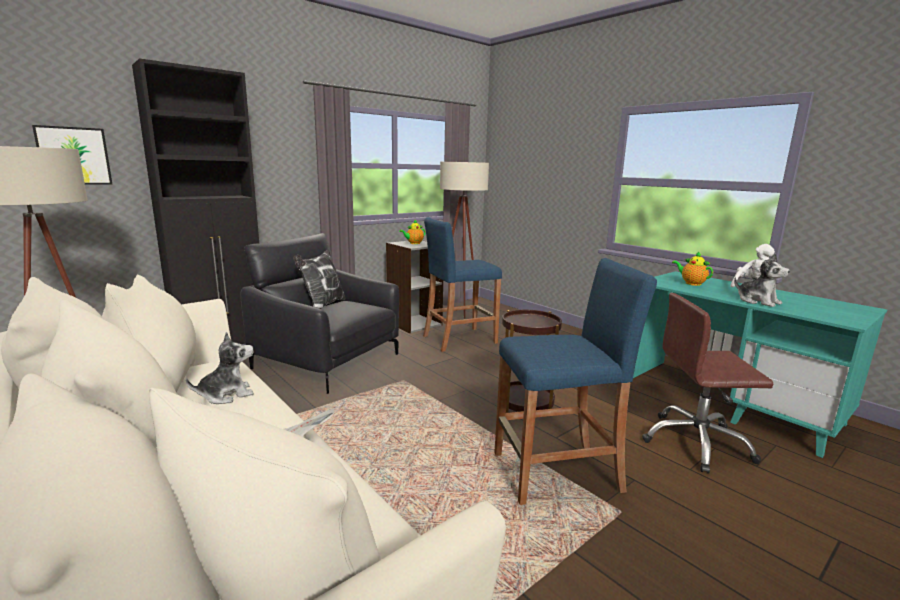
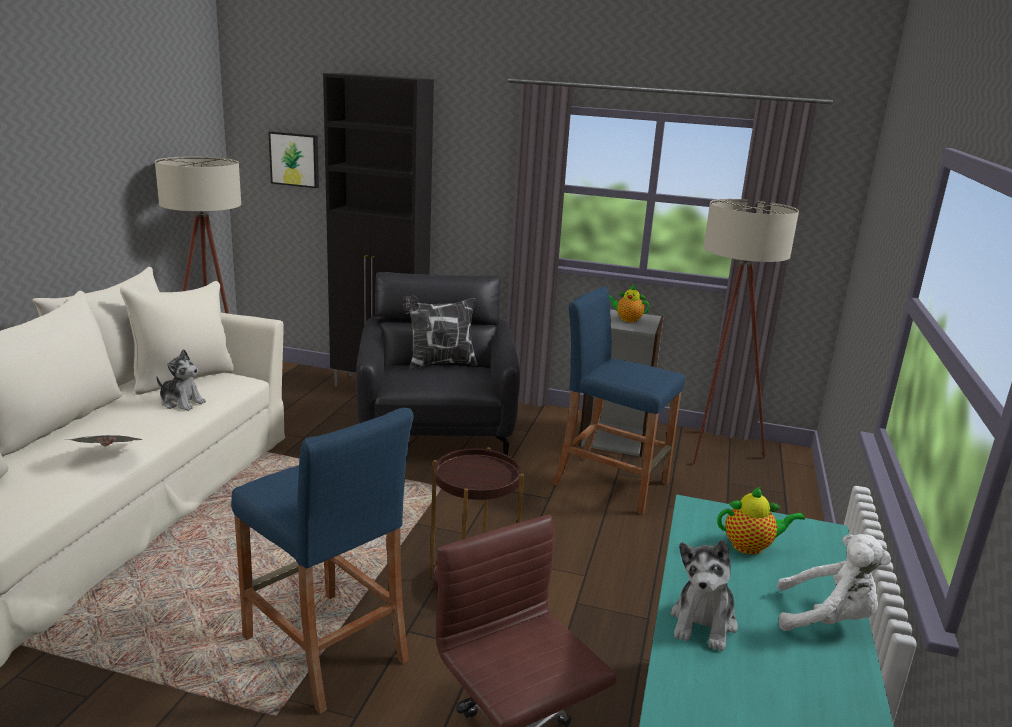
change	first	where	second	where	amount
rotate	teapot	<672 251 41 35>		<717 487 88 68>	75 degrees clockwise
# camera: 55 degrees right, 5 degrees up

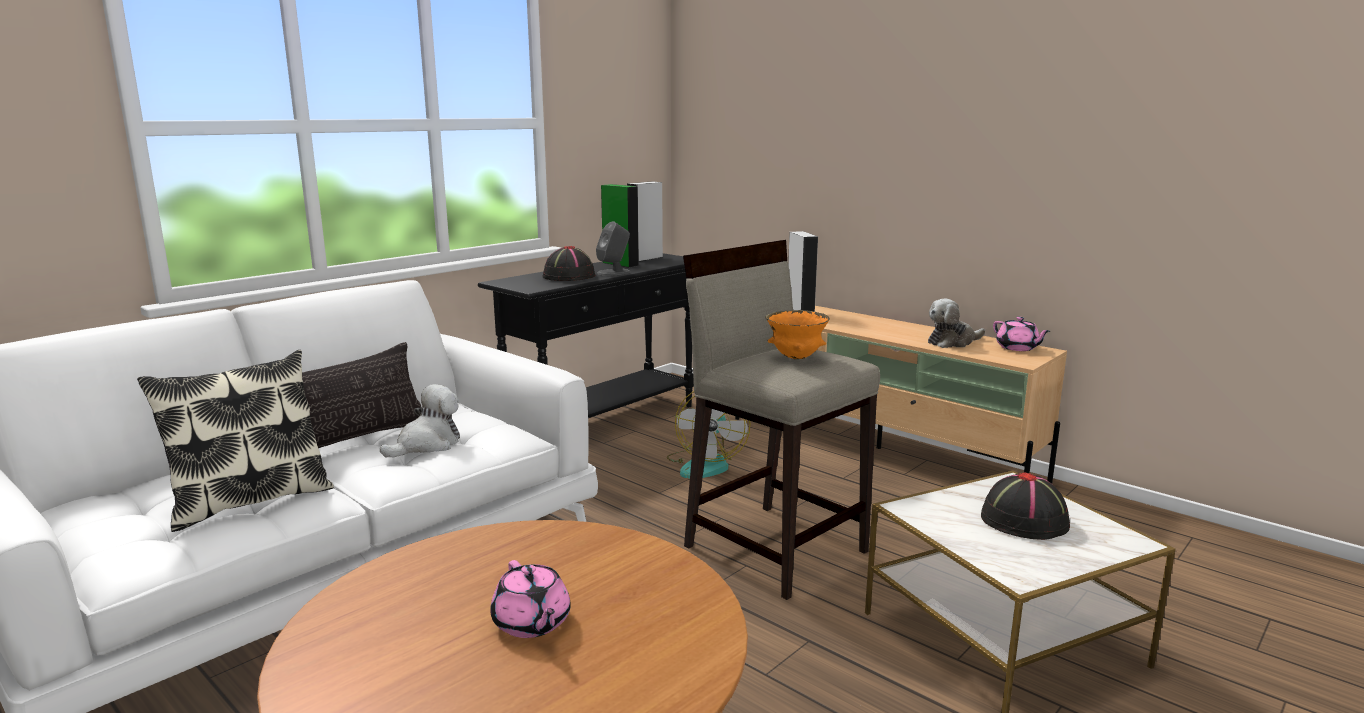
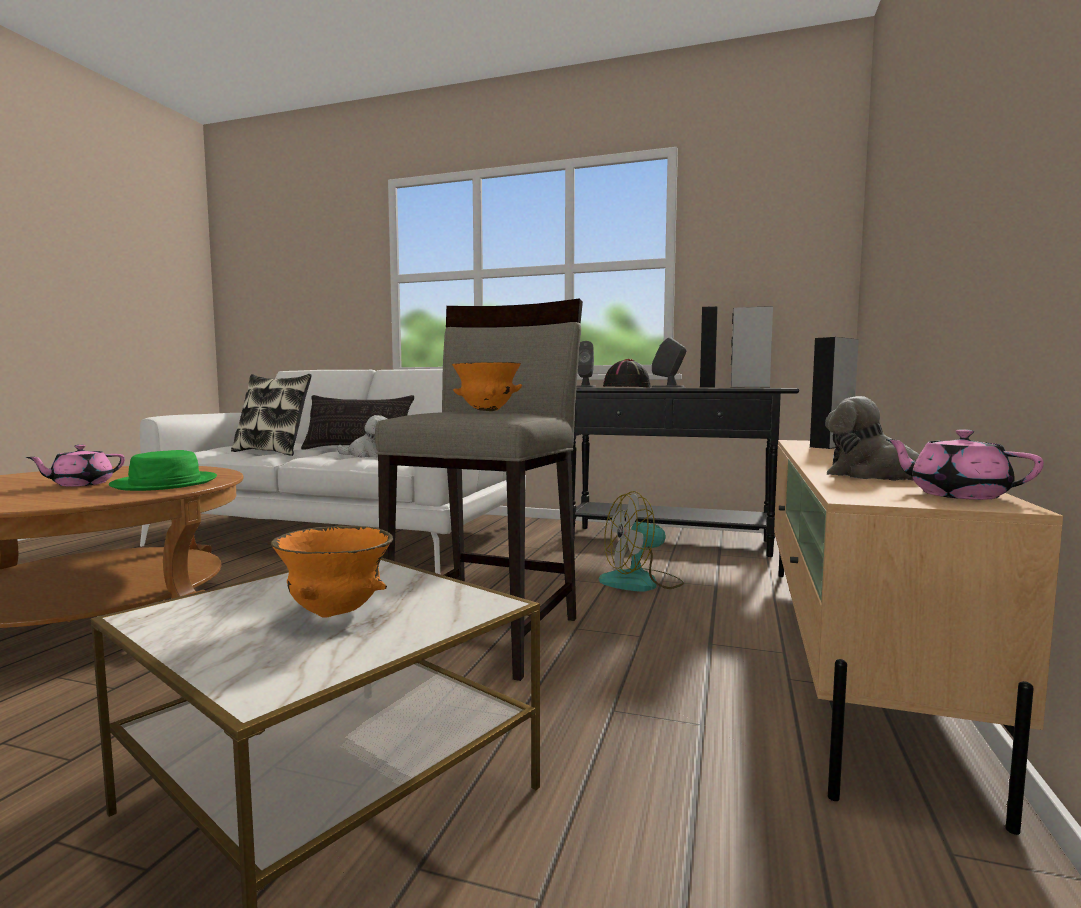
change	first	where	second	where	amount
rotate	teapot (pink)	<993 317 57 34>		<885 429 159 71>	105 degrees clockwise
replace	wearable hat (black-coloured)	<981 472 89 68>	bowl (orangey)	<271 526 122 92>	
insert			speaker (grey)	<577 341 19 47>	
insert			wearable hat (greenish)	<109 450 108 41>	
# camera: 65 degrees right, 10 degrees down

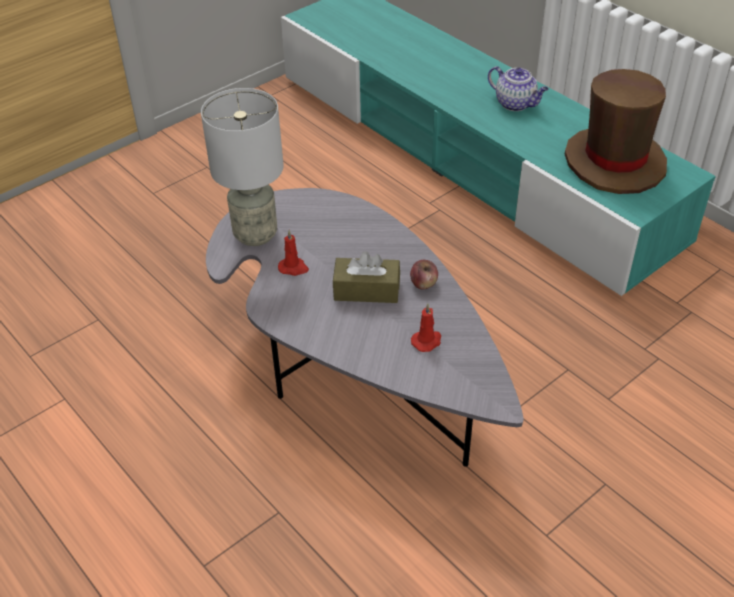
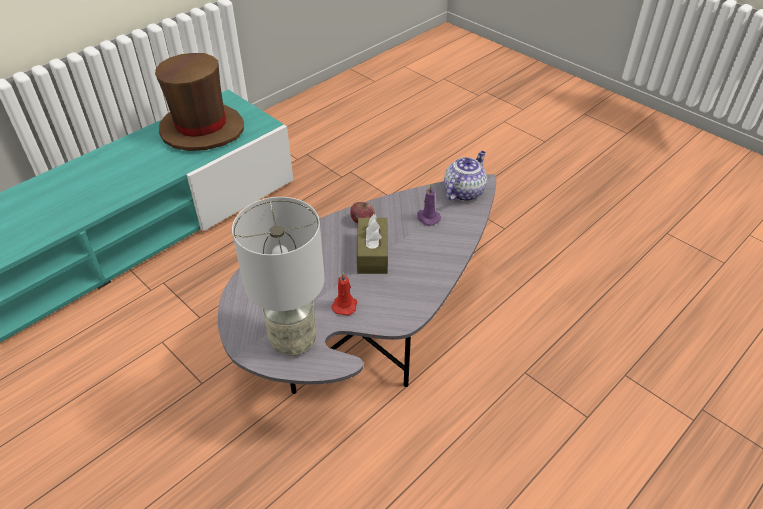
change	first	where	second	where	amount
move	teapot	<488 66 61 45>		<444 151 43 50>	
recolor	candle (red)	<411 304 30 48>	candle (purple-coloured)	<417 185 24 41>	
# camera: 95 degrees left, 0 degrees up

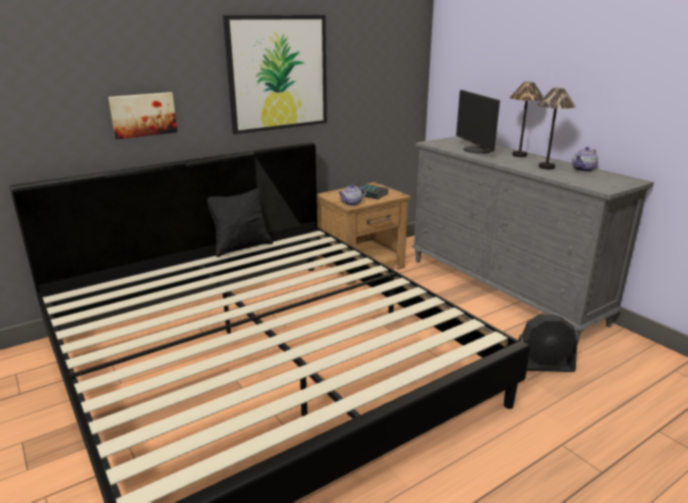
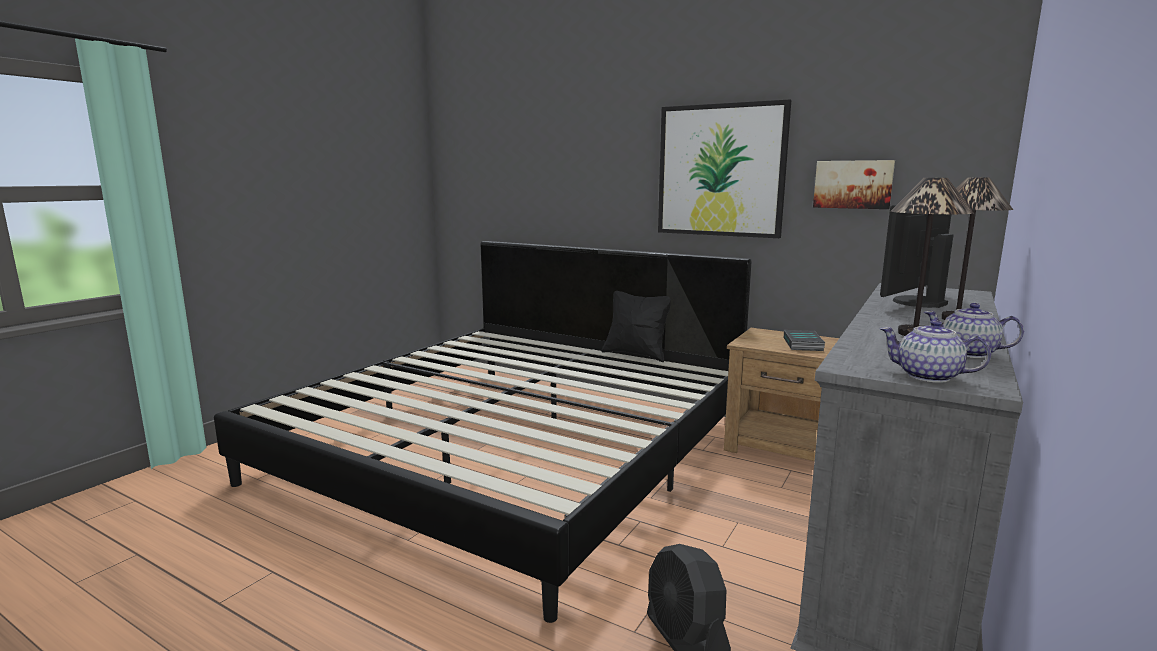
change	first	where	second	where	amount
move	picture	<108 92 69 47>		<813 160 82 49>	
move	teapot	<338 184 28 22>		<880 320 111 63>	
# camera: 65 degrees right, 10 degrees down

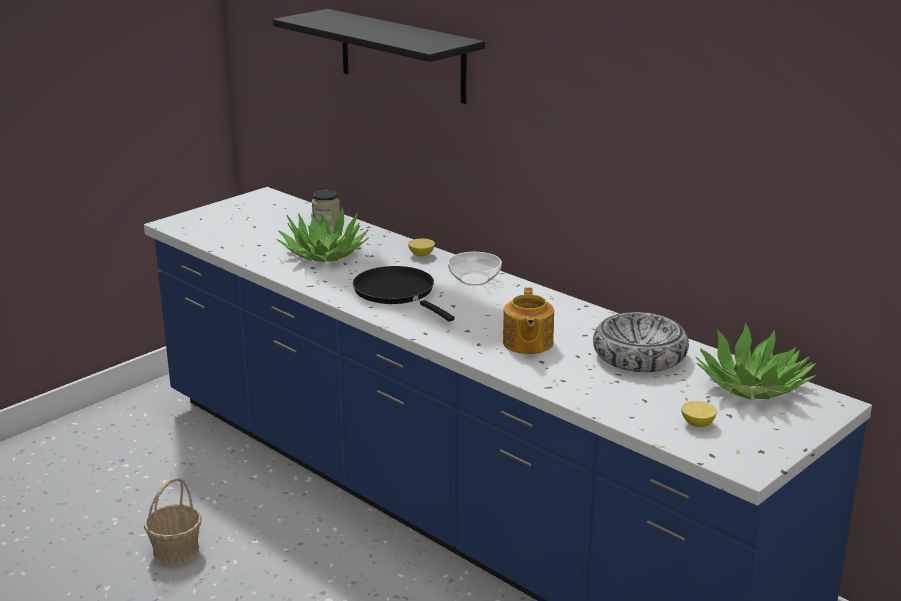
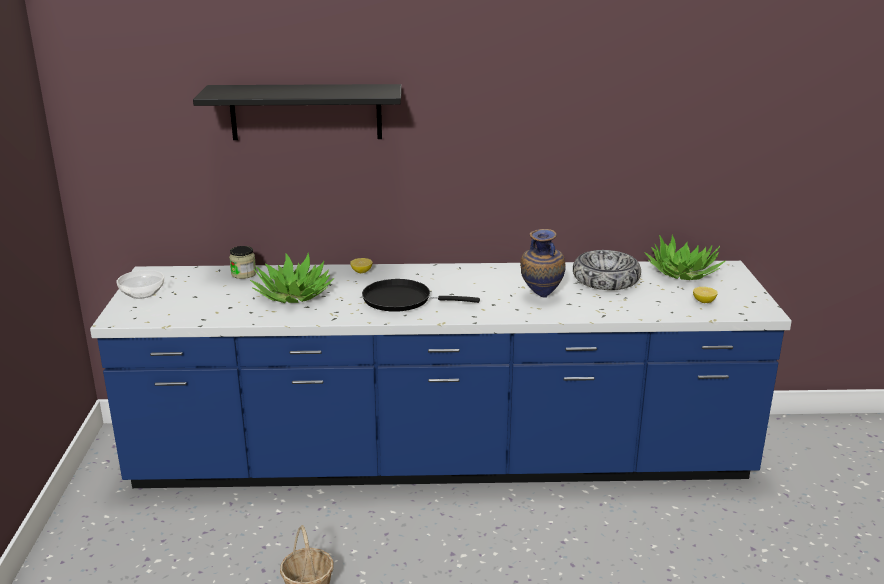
change	first	where	second	where	amount
move	bowl	<448 252 54 34>		<117 270 47 29>	
replace	teapot	<503 287 51 67>	vase	<521 229 45 68>	
# camera: 45 degrees left, 0 degrees up

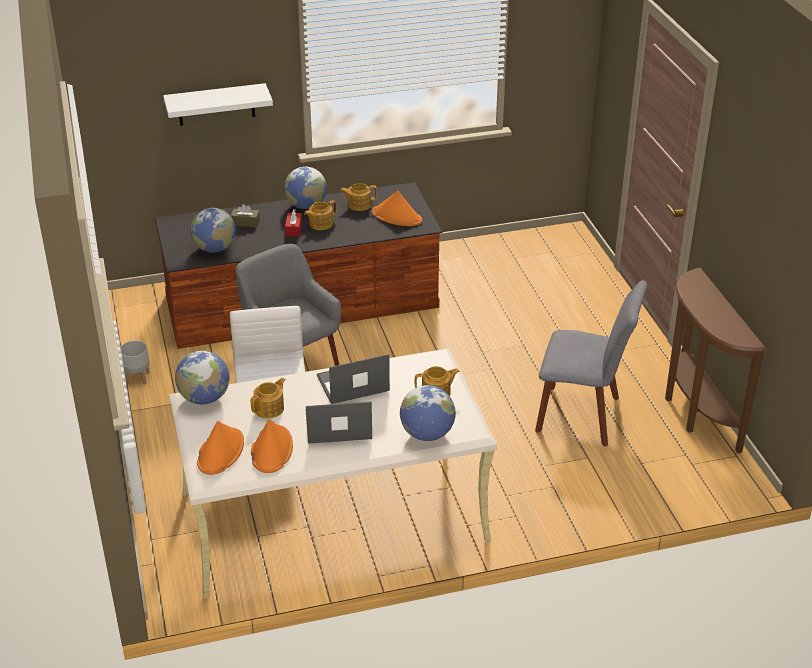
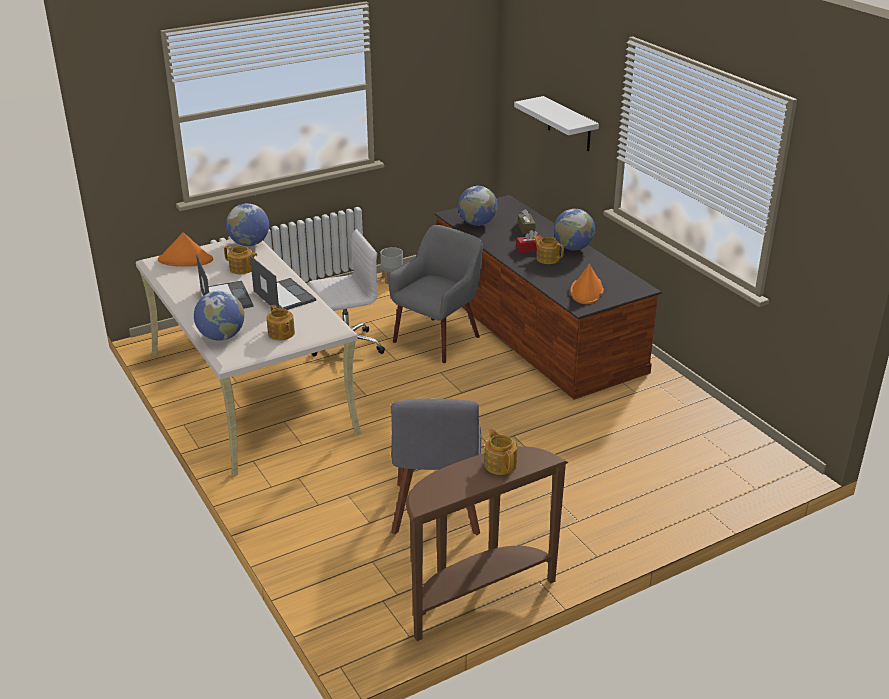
change	first	where	second	where	amount
move	teapot	<340 183 37 28>		<484 428 33 47>	
delete	wearable hat (orangey)	<251 419 42 54>			
# camera: 75 degrees right, 5 degrees down

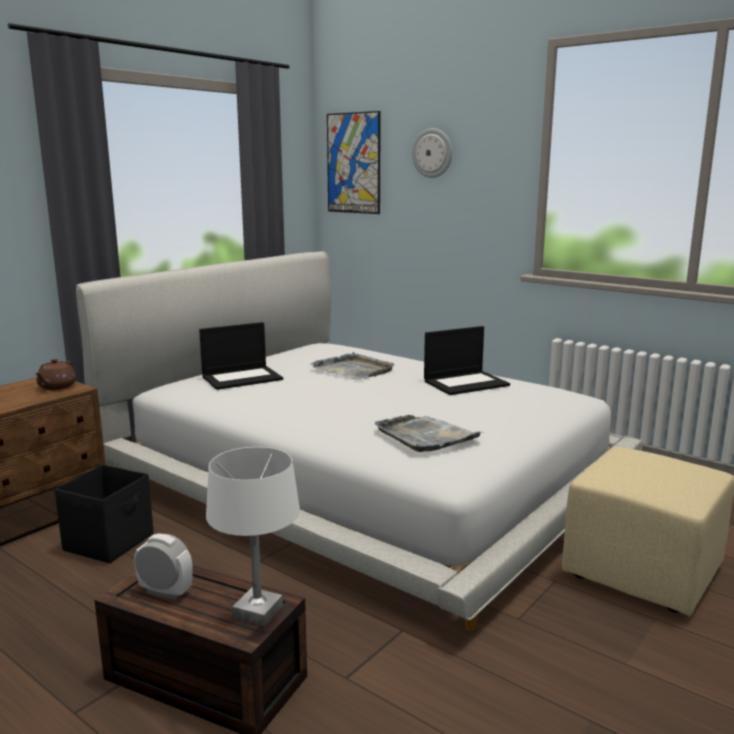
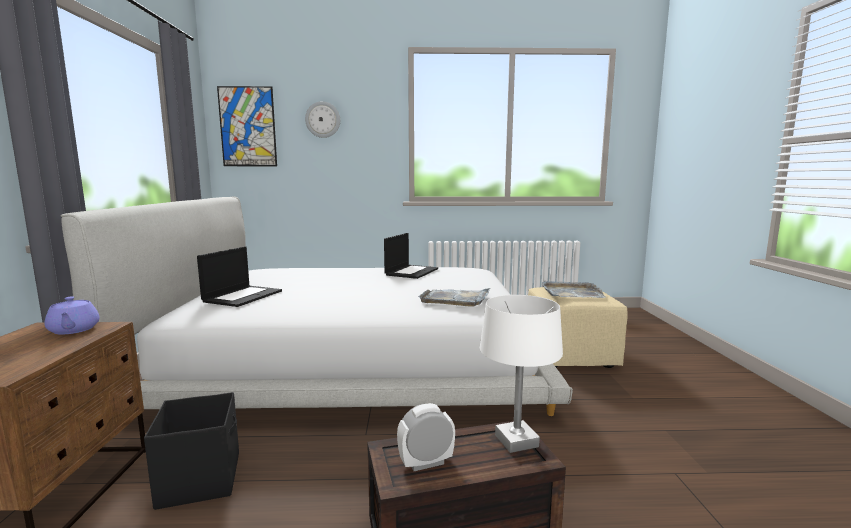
change	first	where	second	where	amount
move	tray (grey)	<310 352 84 28>		<542 280 63 18>	
recolor	teapot (brownish)	<35 359 41 31>	teapot (purple-coloured)	<44 297 56 38>	
# camera: 40 degrees left, 5 degrees down

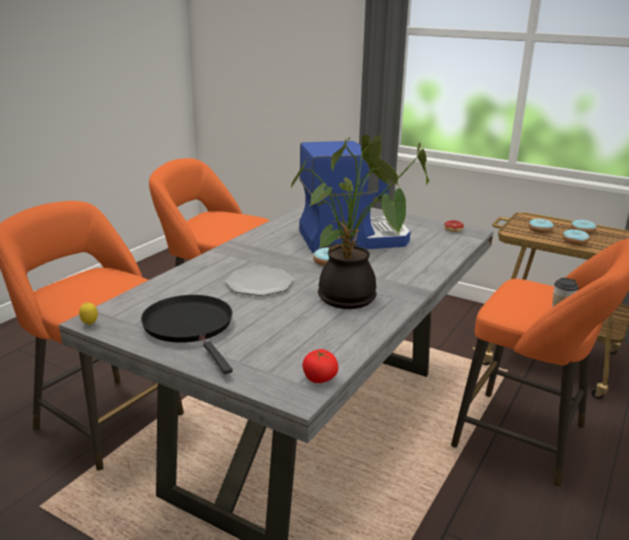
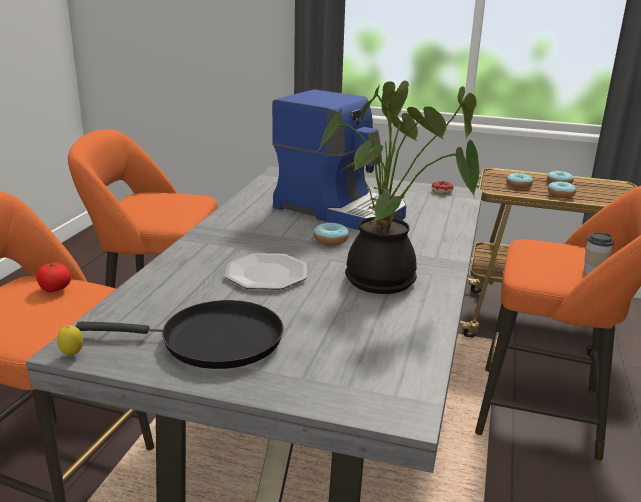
change	first	where	second	where	amount
rotate	coffee brewer	<299 141 112 112>		<272 90 134 140>	60 degrees clockwise
rotate	pan (black-coloured)	<141 295 92 79>		<75 300 208 69>	135 degrees clockwise
move	tomato	<302 349 36 34>		<36 262 35 30>	
# camera: 15 degrees left, 0 degrees up

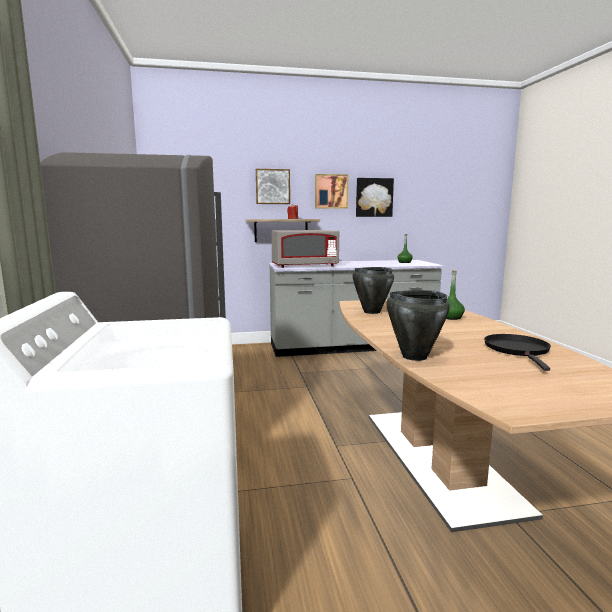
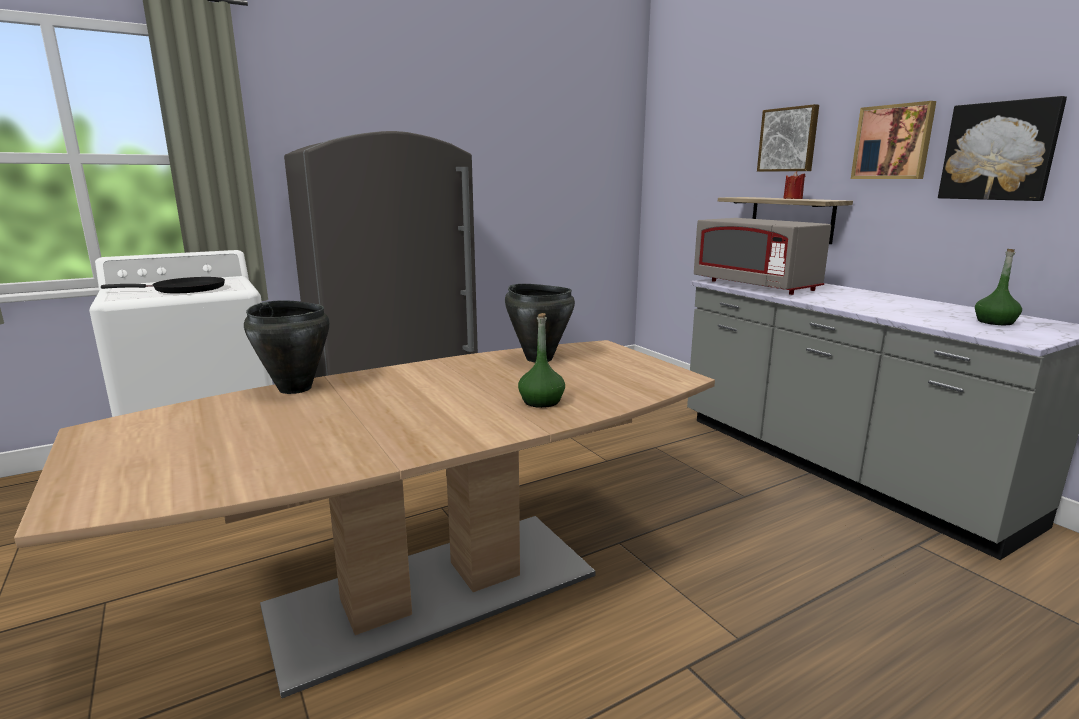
change	first	where	second	where	amount
move	pan (black-coloured)	<484 334 67 37>		<101 277 124 16>	
# camera: 70 degrees right, 5 degrees up

